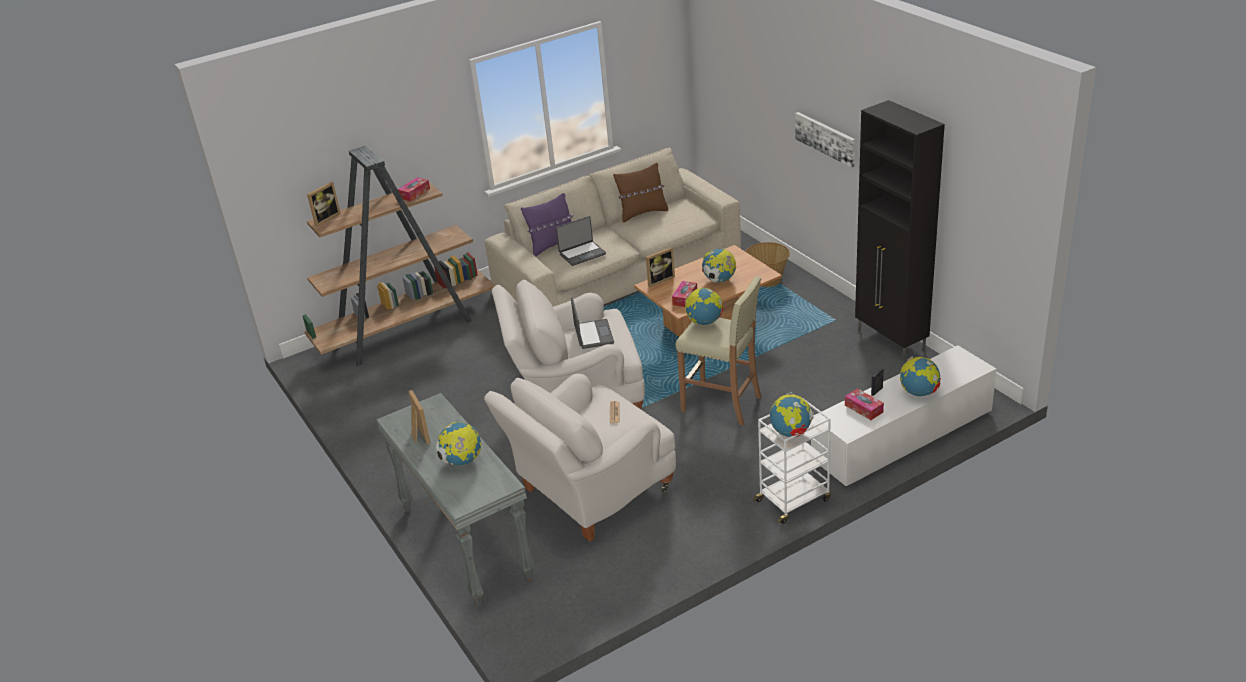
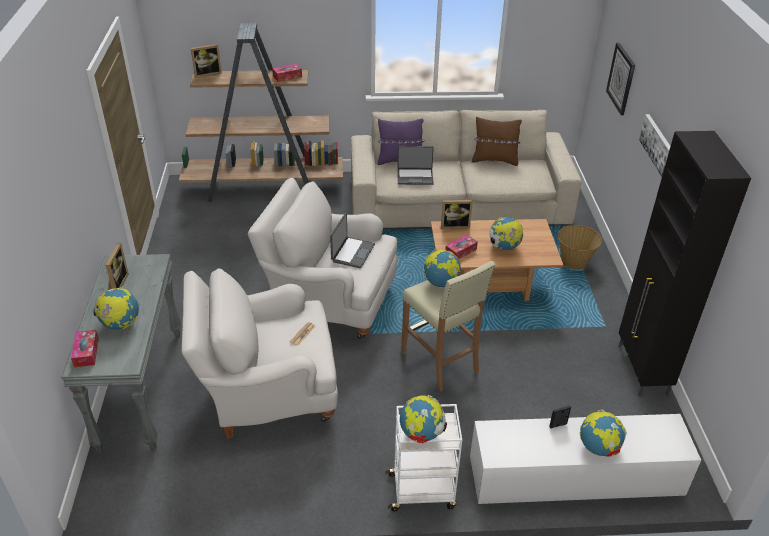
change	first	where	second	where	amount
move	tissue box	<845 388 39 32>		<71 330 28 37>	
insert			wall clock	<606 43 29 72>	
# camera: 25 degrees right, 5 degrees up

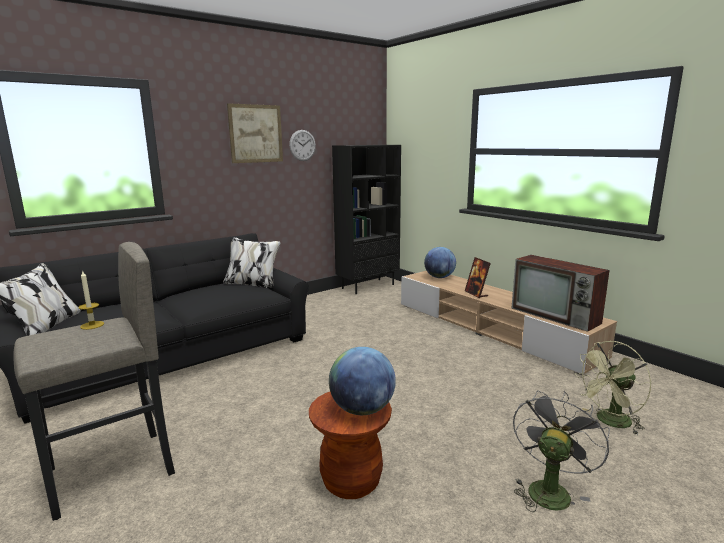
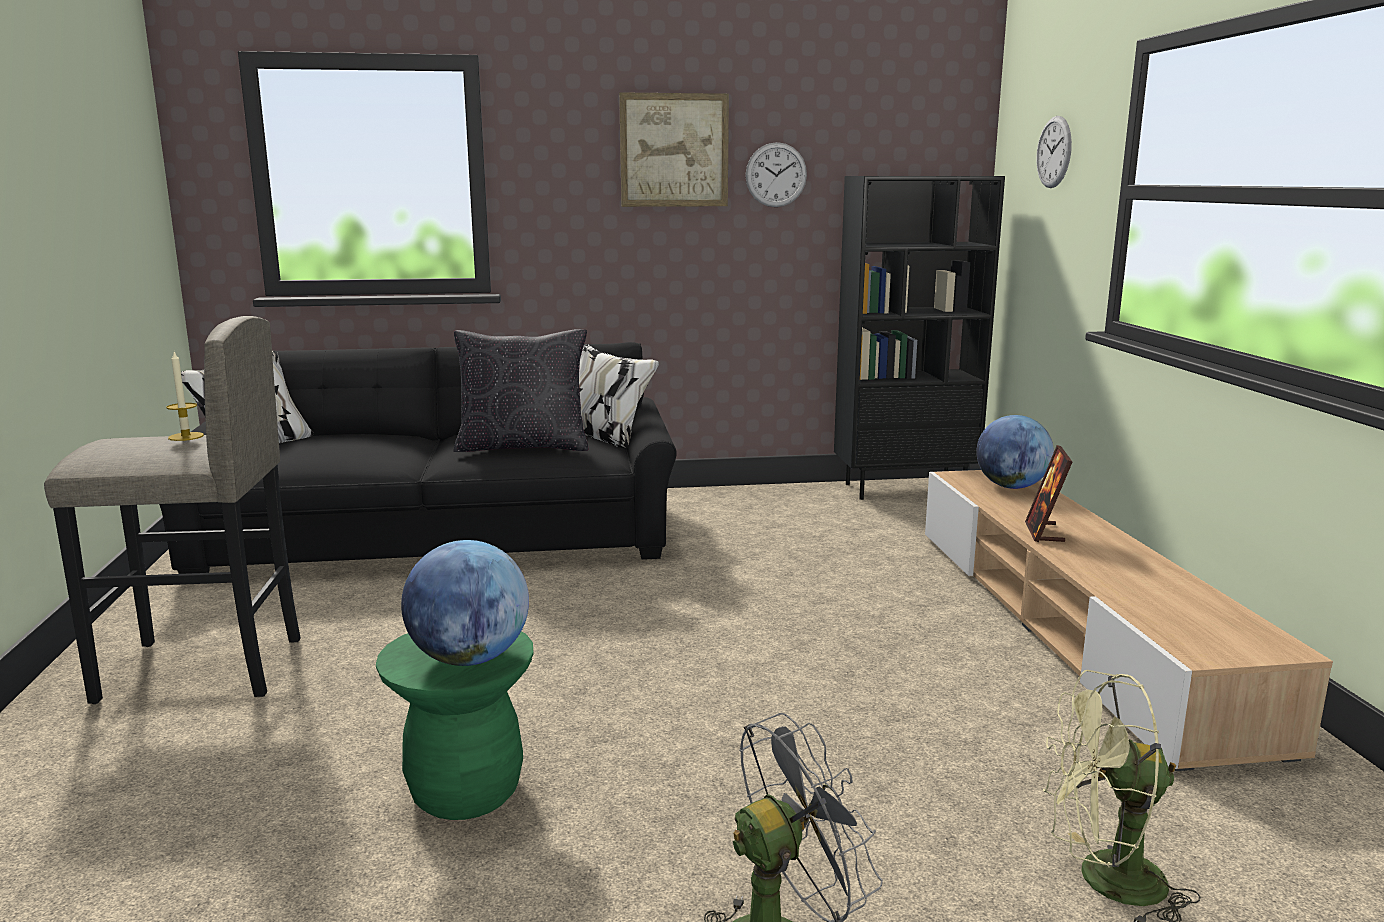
change	first	where	second	where	amount
delete	TV	<511 255 99 77>			
recolor	stool seat (brownish)	<309 392 83 107>	stool seat (greenish)	<376 631 158 189>	
insert			wall clock	<1036 116 36 72>	
insert			cushion (black-coloured)	<453 329 135 123>	
# camera: 30 degrees right, 0 degrees up

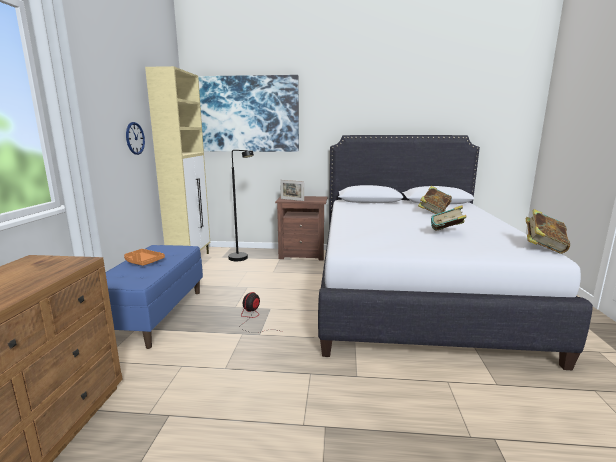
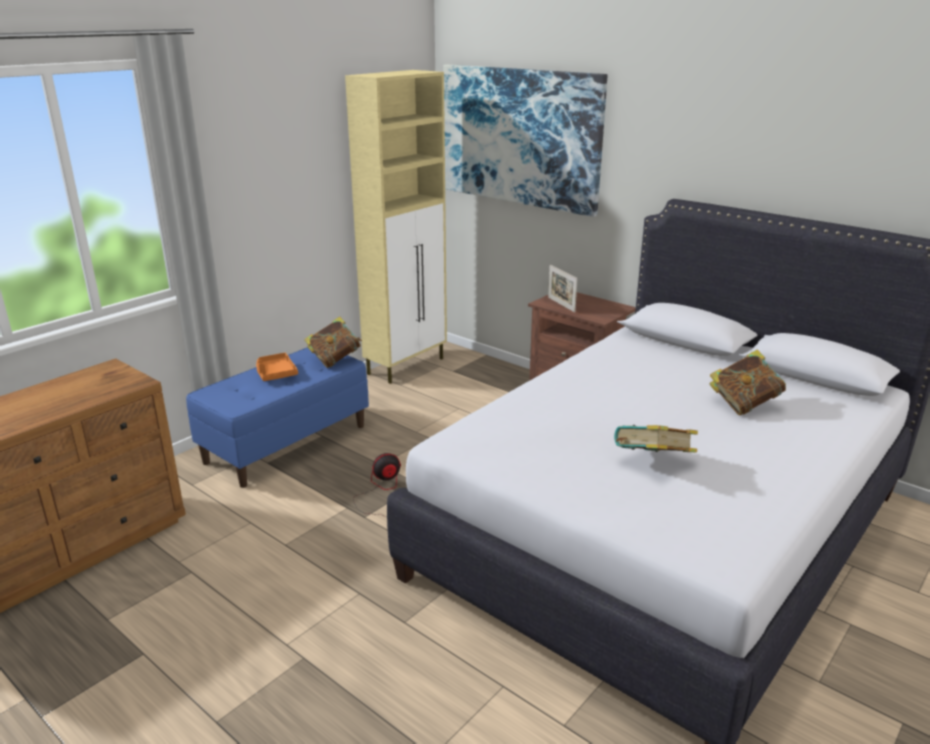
change	first	where	second	where	amount
delete	wall clock	<126 122 19 33>			
delete	floor lamp (black-coloured)	<228 150 26 111>			
move	volume	<526 209 44 45>		<304 317 58 51>	
# camera: 35 degrees right, 10 degrees up

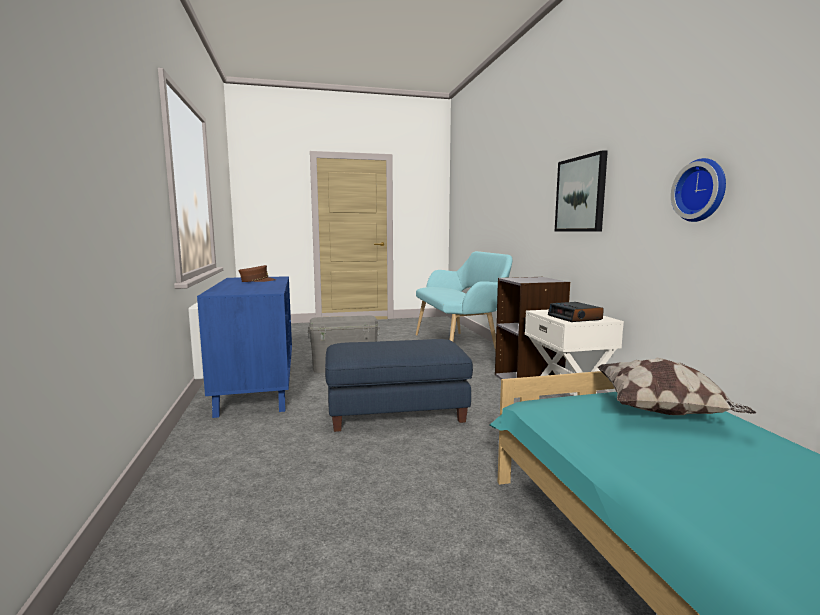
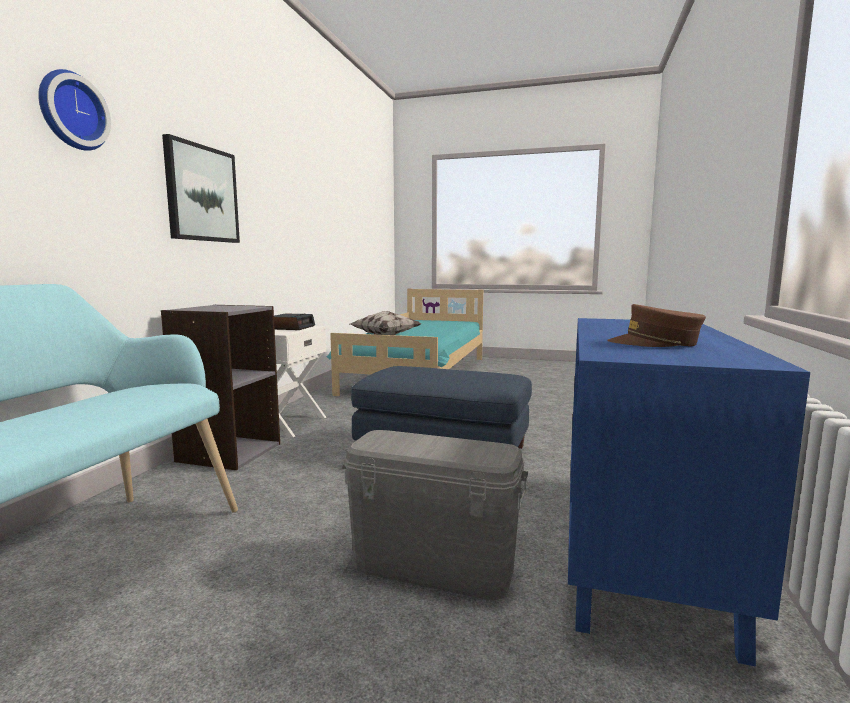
change	first	where	second	where	amount
move	wall clock	<671 158 55 64>		<38 69 73 82>	
# camera: 150 degrees left, 0 degrees up

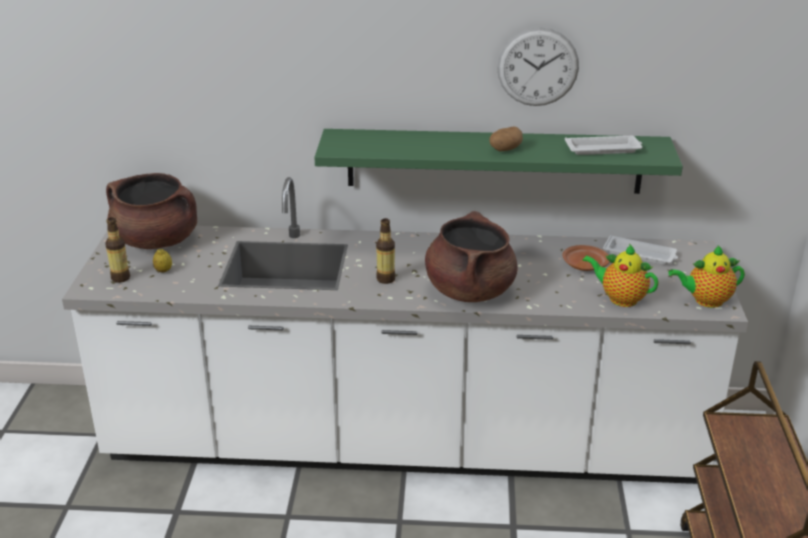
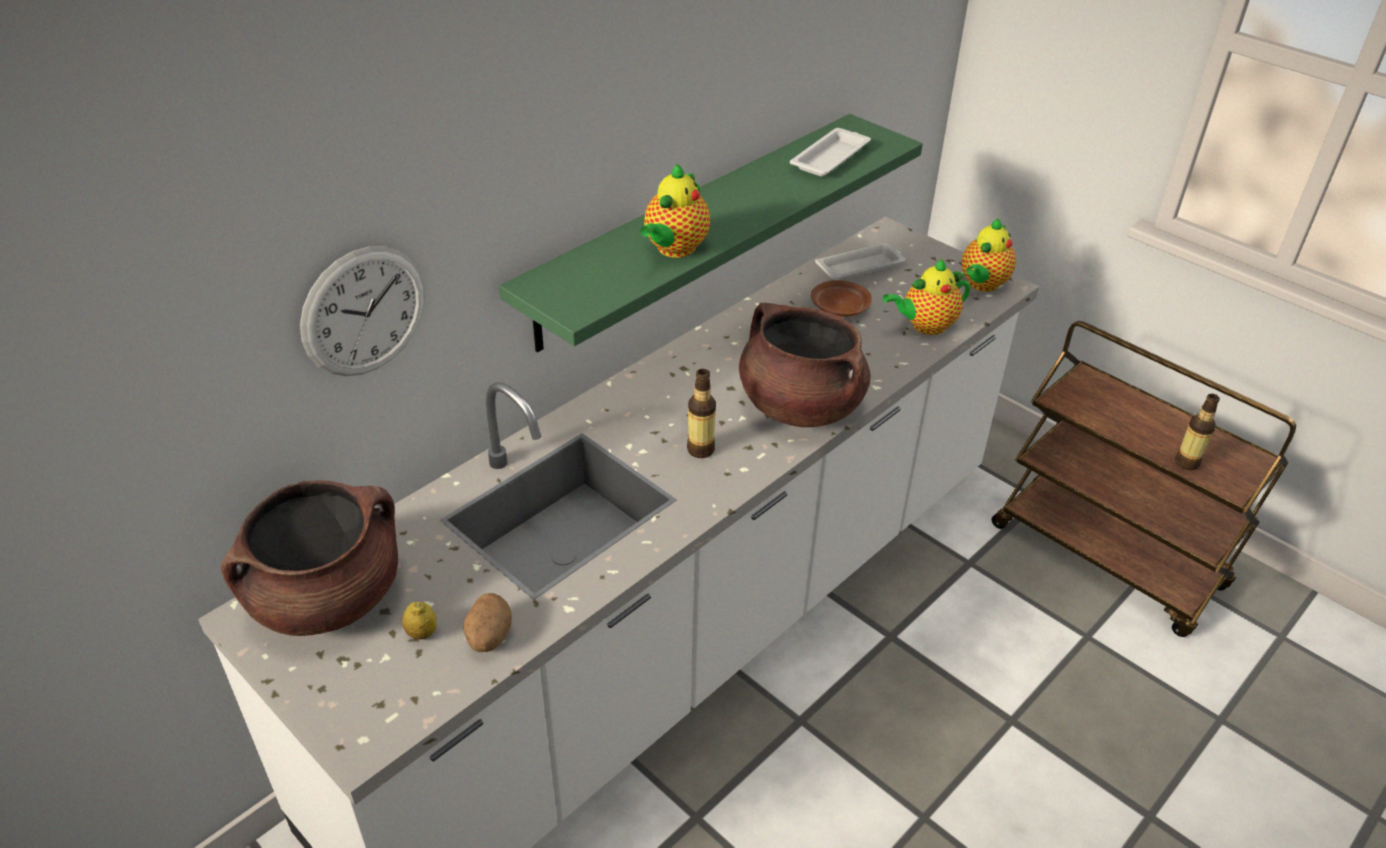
change	first	where	second	where	amount
move	wall clock	<497 28 82 78>		<300 246 125 130>	
move	potato	<489 127 34 24>		<463 593 49 59>	
move	drink bottle	<105 217 25 66>		<1175 394 45 76>	
insert			teapot	<640 164 70 94>	
# camera: 50 degrees left, 10 degrees up

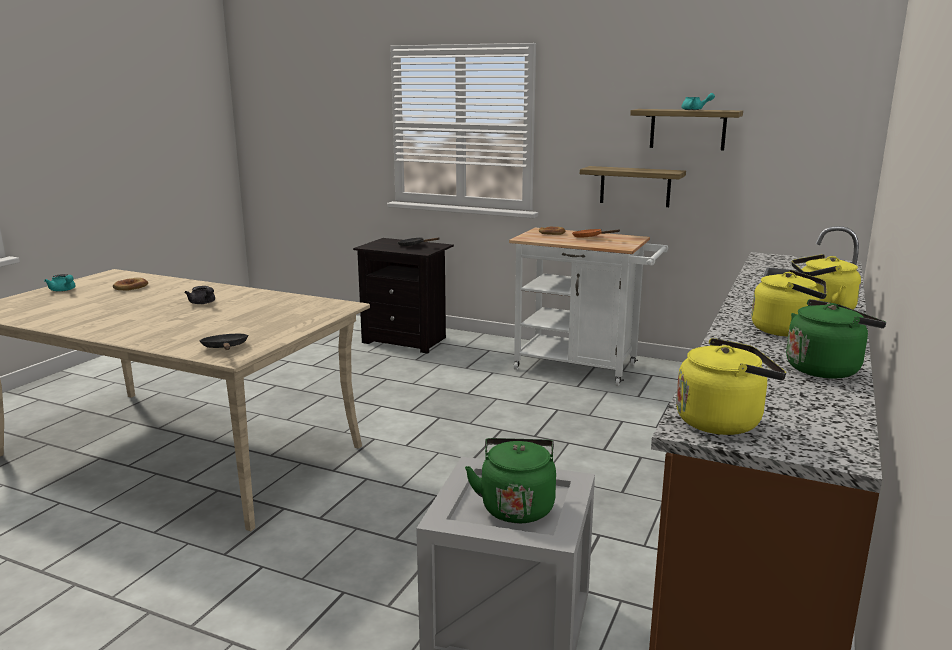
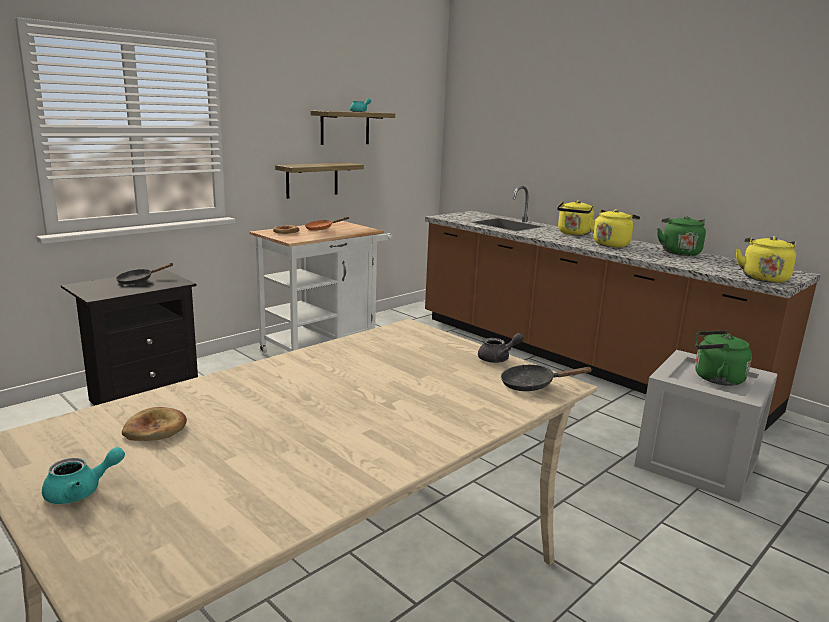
change	first	where	second	where	amount
move	teapot (grey)	<184 286 31 18>		<478 333 46 30>	
# camera: 70 degrees left, 0 degrees up

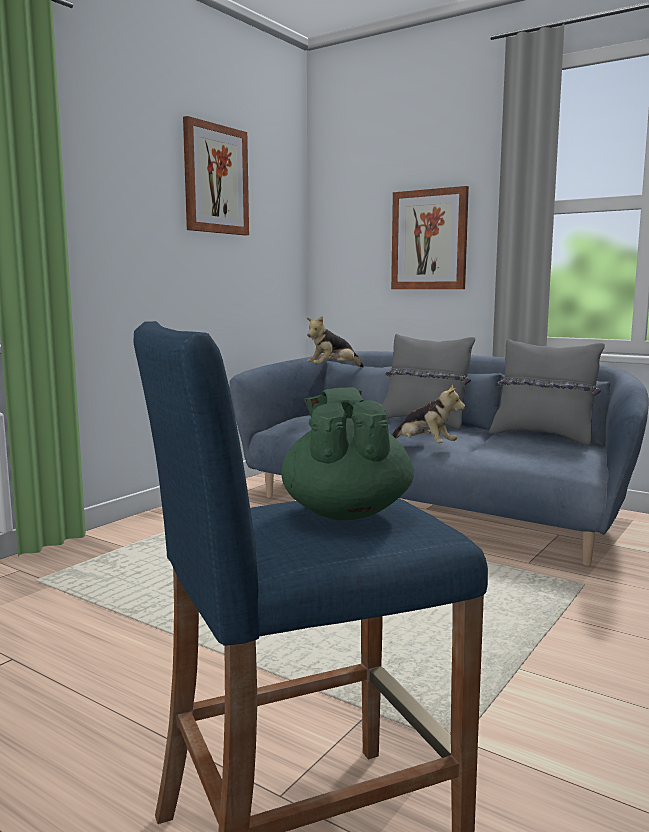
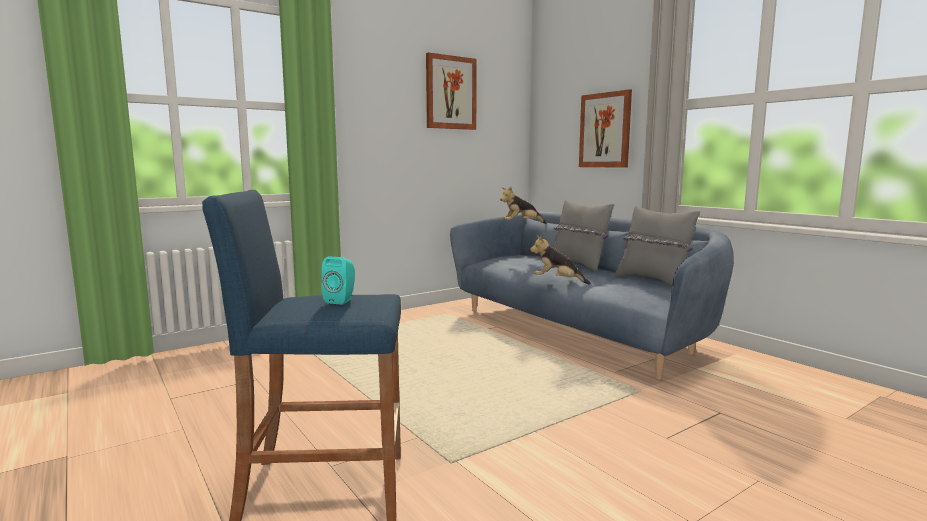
change	first	where	second	where	amount
rotate	cuddly toy	<391 384 74 59>		<530 236 61 49>	150 degrees clockwise
replace	teapot (greenish)	<281 387 133 133>	speaker (blue-green)	<321 257 34 48>	
# camera: 20 degrees right, 0 degrees up

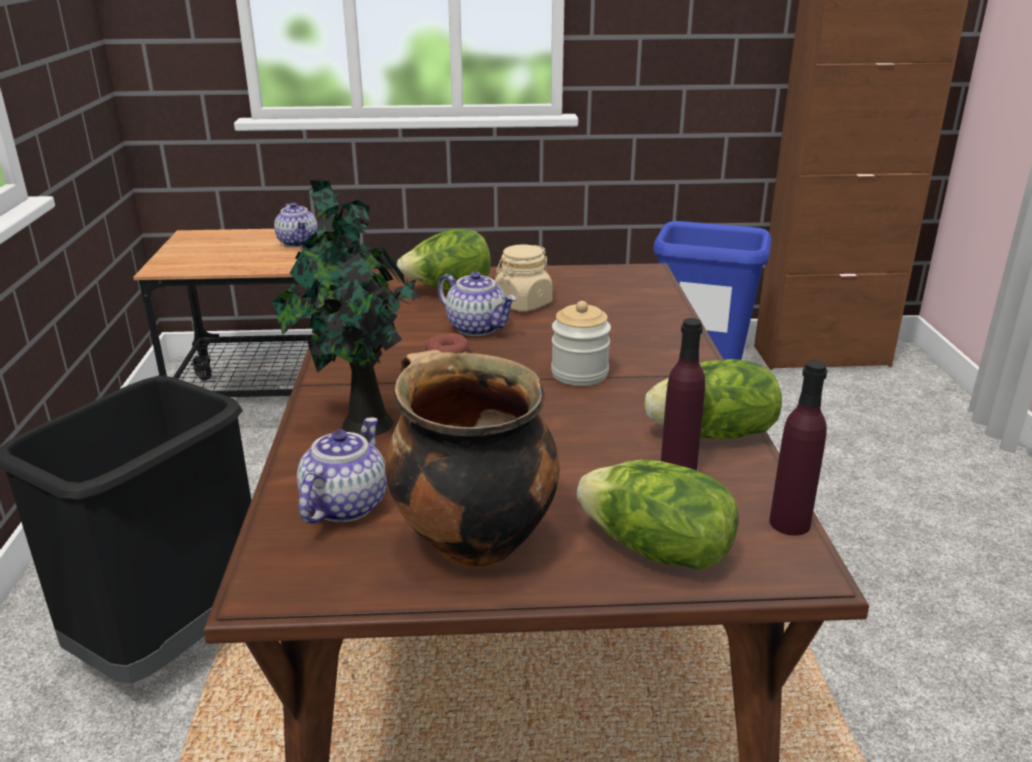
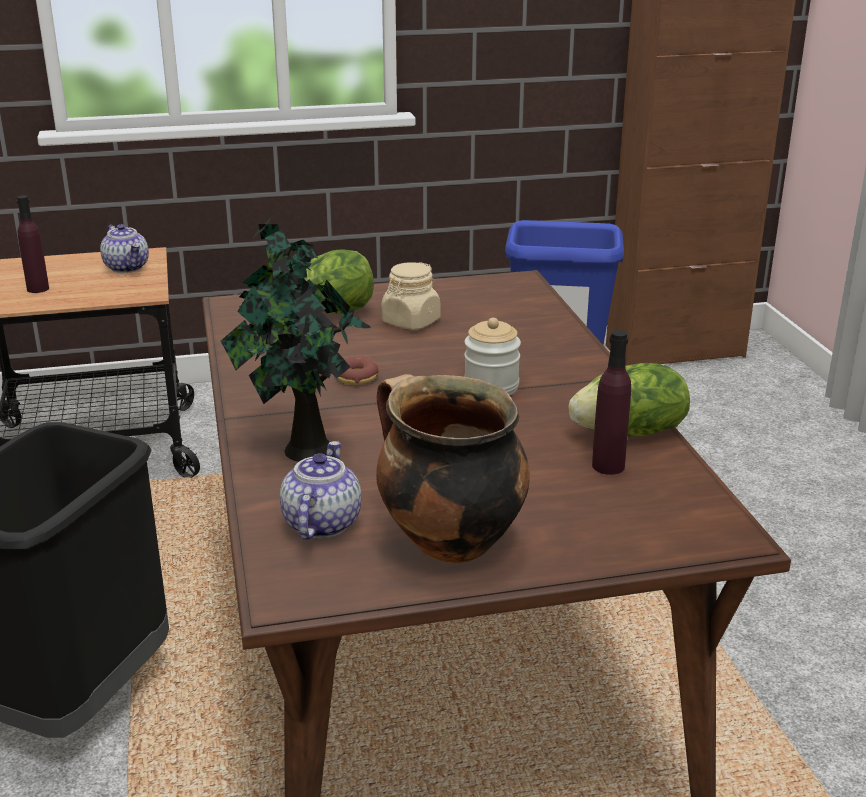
change	first	where	second	where	amount
delete	teapot	<437 271 80 65>			
move	drink bottle (purple-coloured)	<769 360 59 176>		<17 195 32 98>	
delete	lettuce	<577 460 162 110>			
# camera: 10 degrees left, 0 degrees up

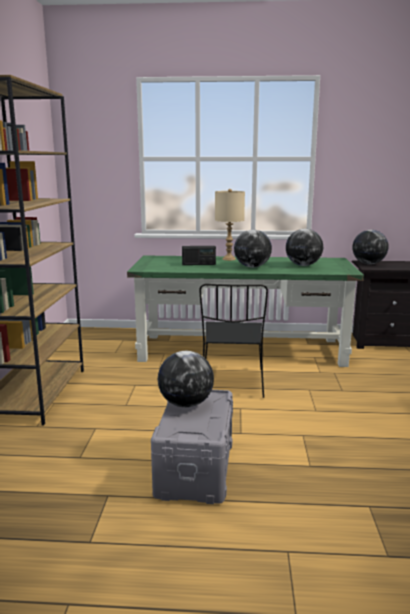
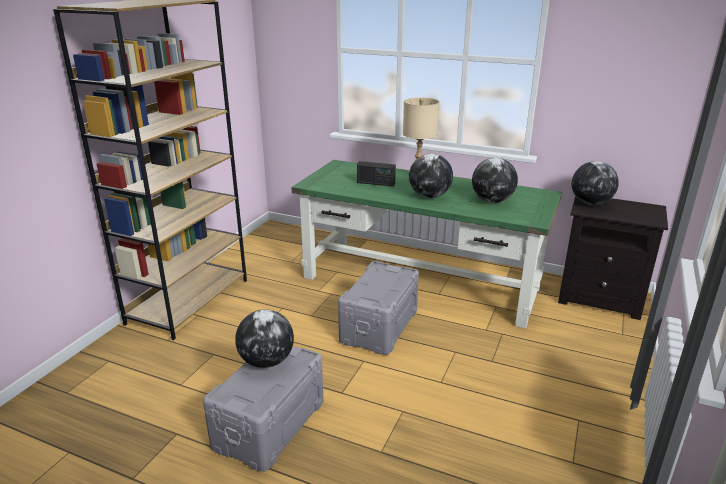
change	first	where	second	where	amount
replace	upright chair (black-coloured)	<199 284 69 114>	storage bin (grey)	<338 261 81 94>	
# camera: 20 degrees right, 10 degrees up

